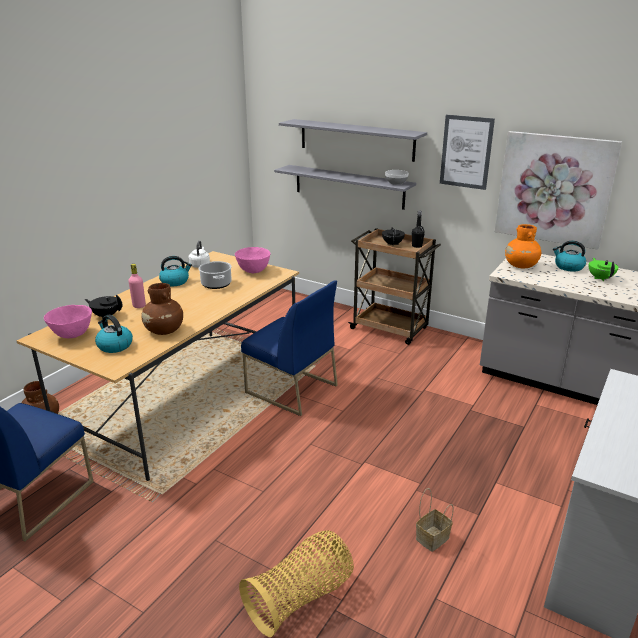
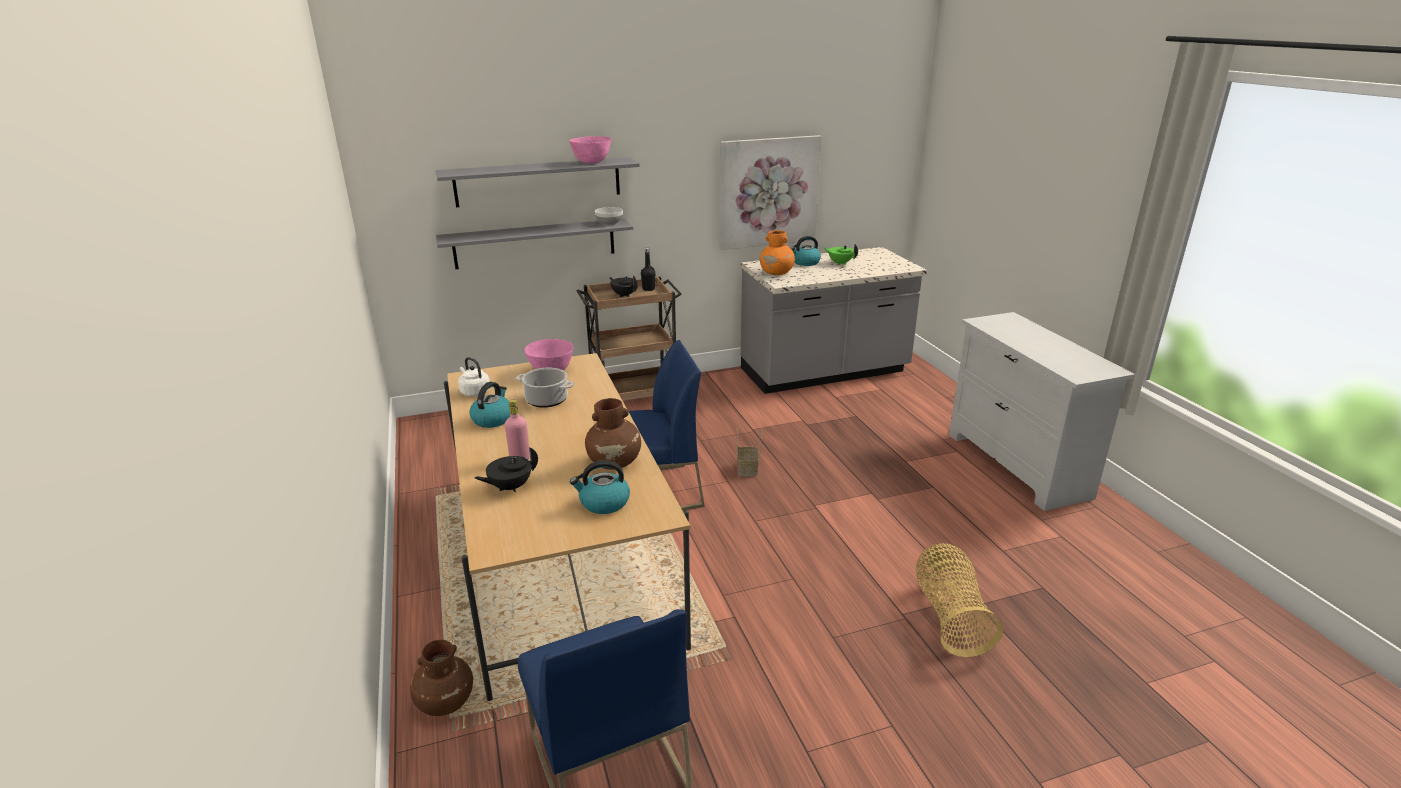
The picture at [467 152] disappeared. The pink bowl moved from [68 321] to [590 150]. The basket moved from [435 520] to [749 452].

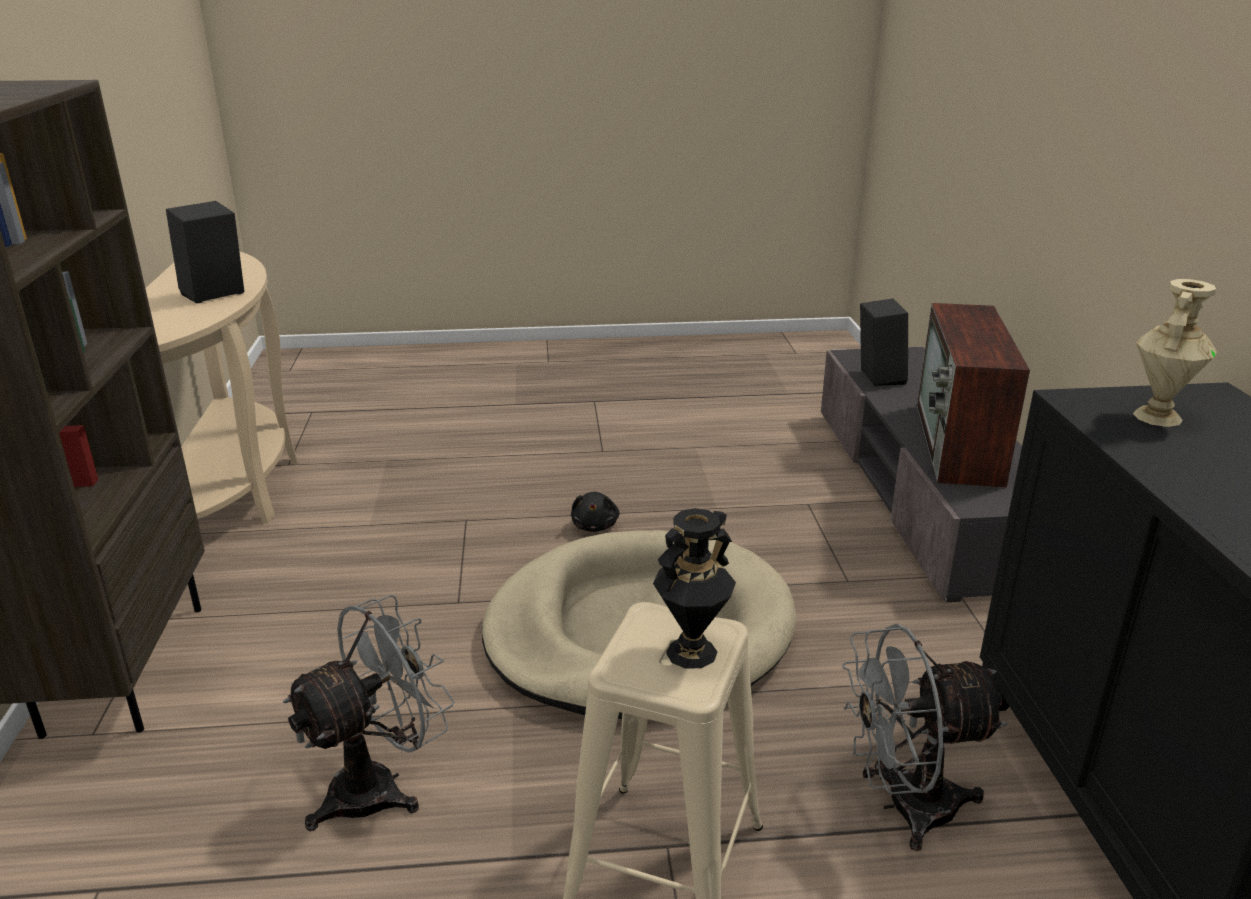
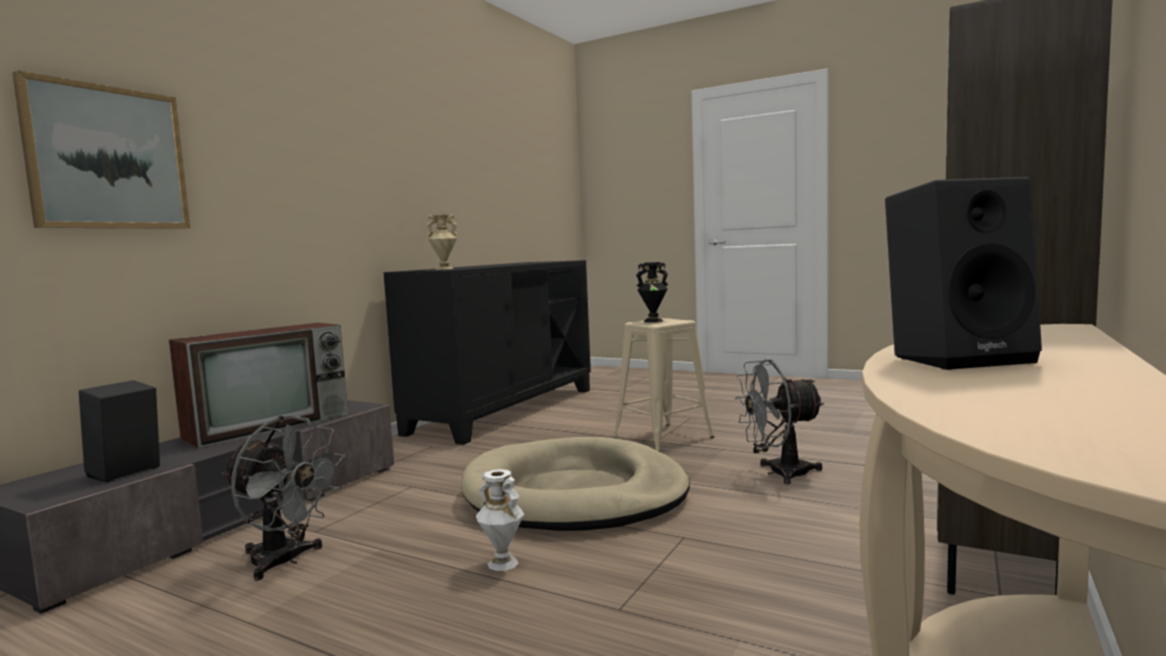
The picture at [101 150] appeared. The grey fan moved from [925 737] to [283 497]. The black plush toy at [595 512] was replaced by the white vase at [500 520].

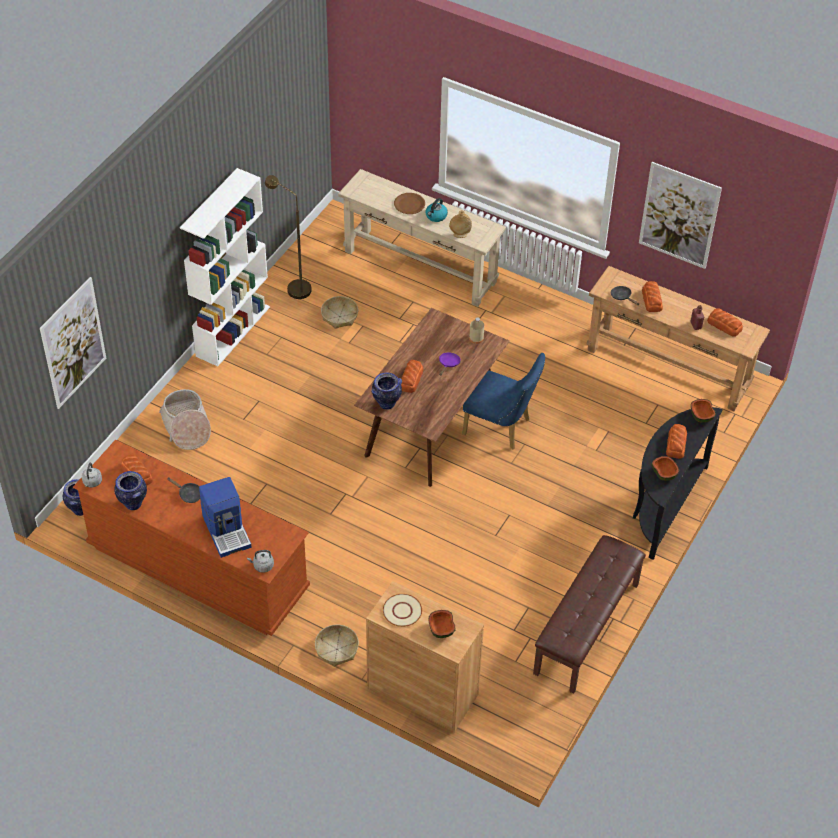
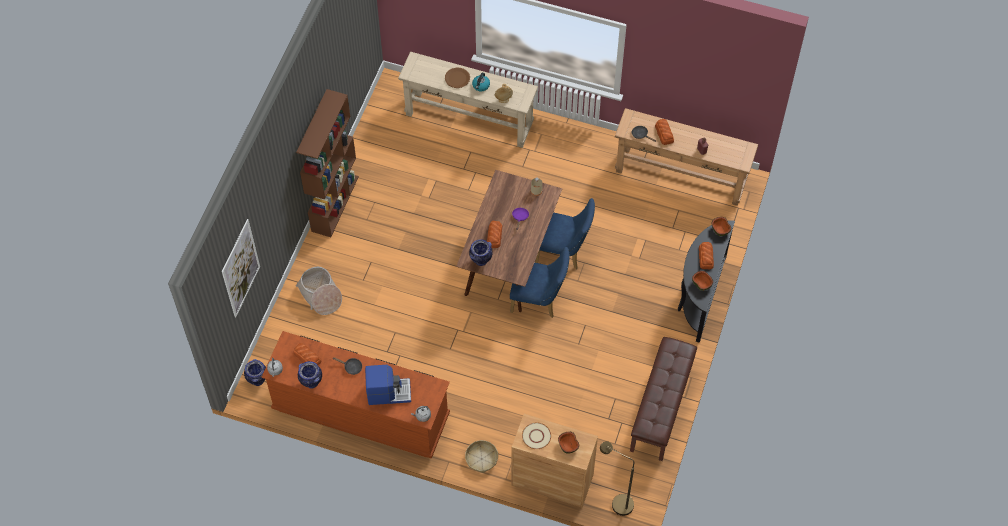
The basket at [339 312] disappeared. The picture at [680 215] disappeared. The bread at [725 322] disappeared. The blue chair at [540 282] appeared. The brown floor lamp moved from [288 237] to [617 478]. The white bookcase at [225 267] became the brown bookcase at [327 163]. The coffee machine at [225 517] turned 60 degrees counterclockwise.

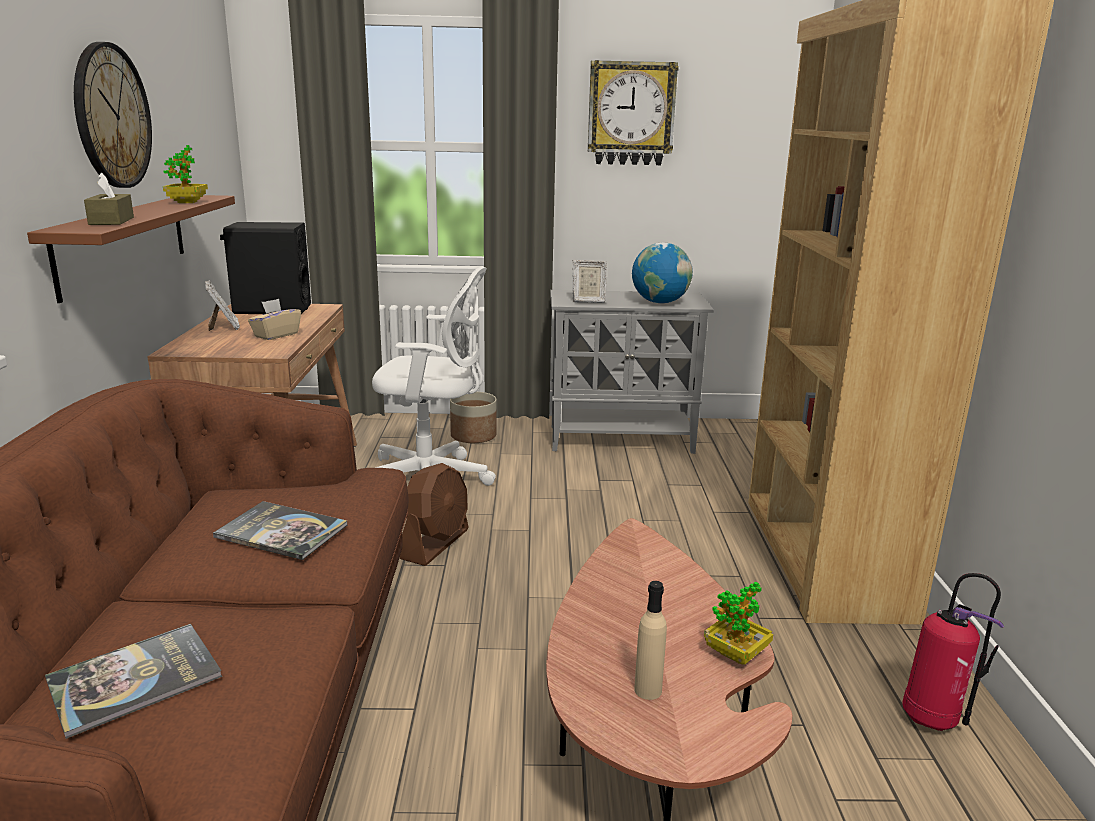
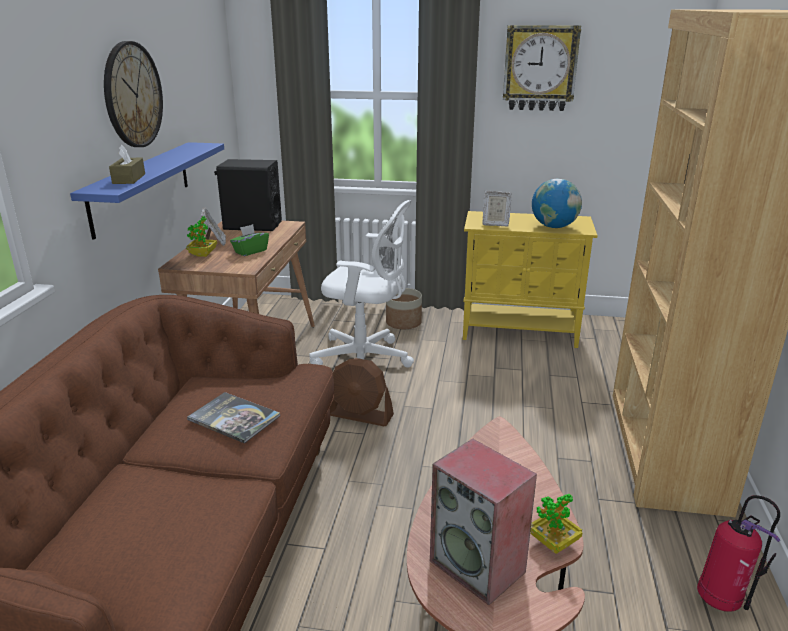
The book at [133 681] disappeared. The potted plant moved from [185 174] to [201 236]. The beige bottle at [650 640] was replaced by the speaker at [483 522]. The brown shelf at [131 249] became the blue shelf at [147 191]. The beige tissue box at [274 319] became the green tissue box at [249 240]. The grey cabinet at [632 372] became the yellow cabinet at [530 279]. The brown fan at [434 514] turned 75 degrees clockwise.

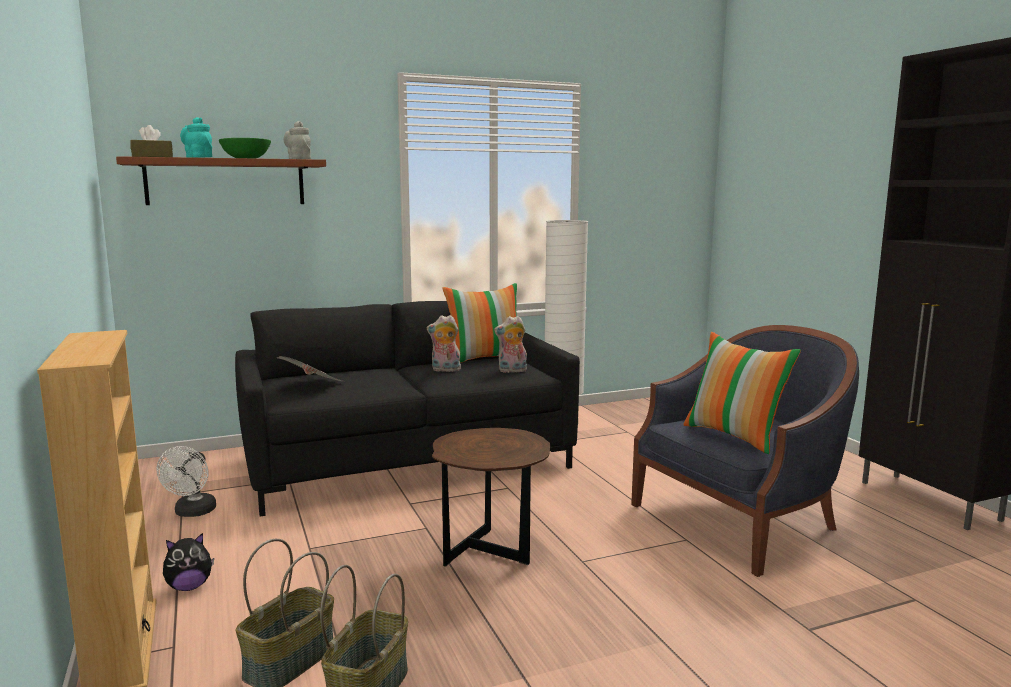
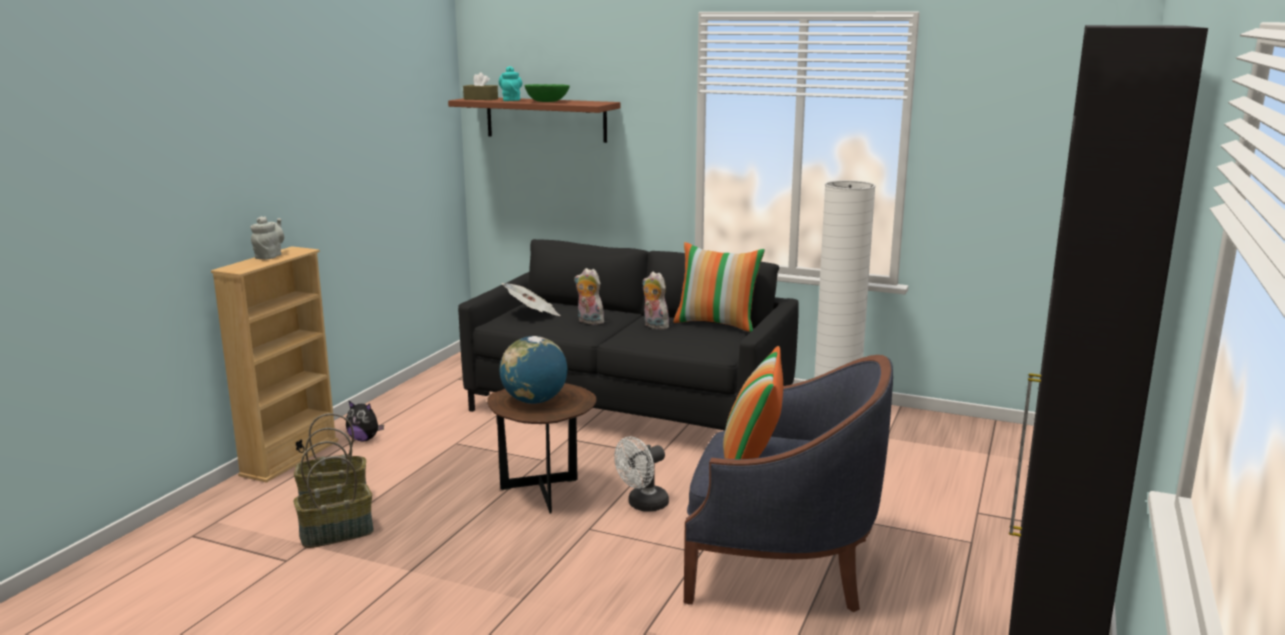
The globe at [533 370] appeared. The white fan moved from [186 481] to [641 474]. The grey teapot moved from [297 140] to [267 237]. The plush toy moved from [510 344] to [589 296].

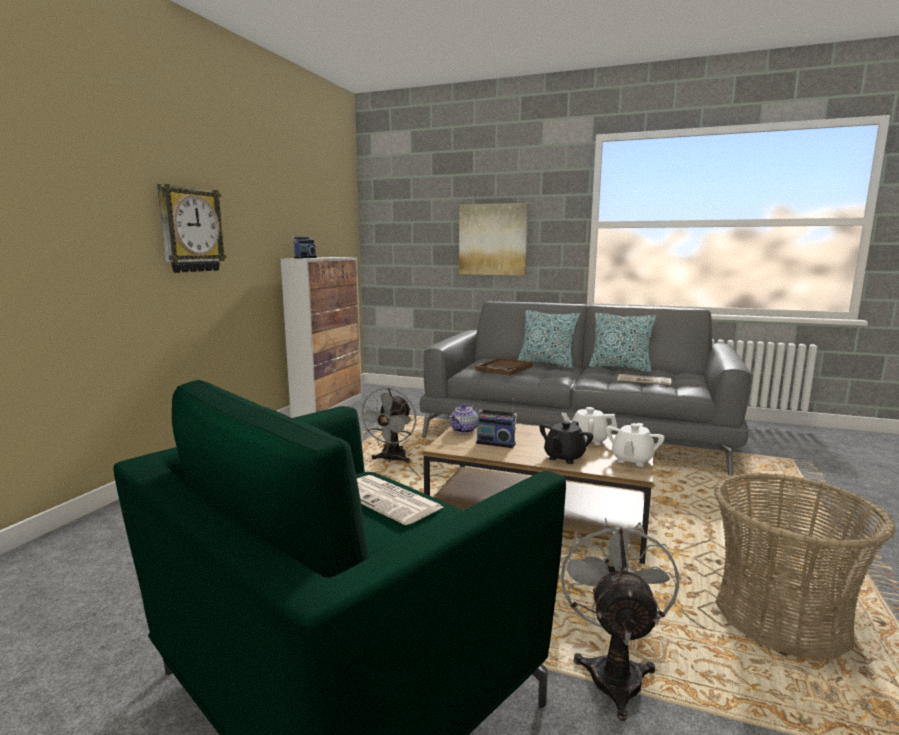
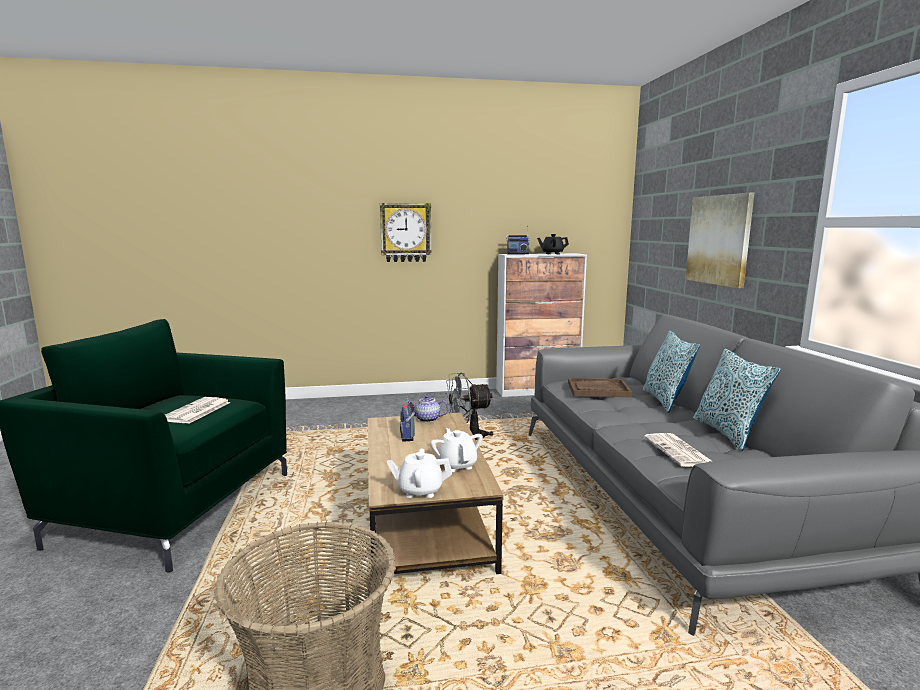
The grey fan at [620 619] disappeared. The black teapot moved from [566 442] to [553 244].

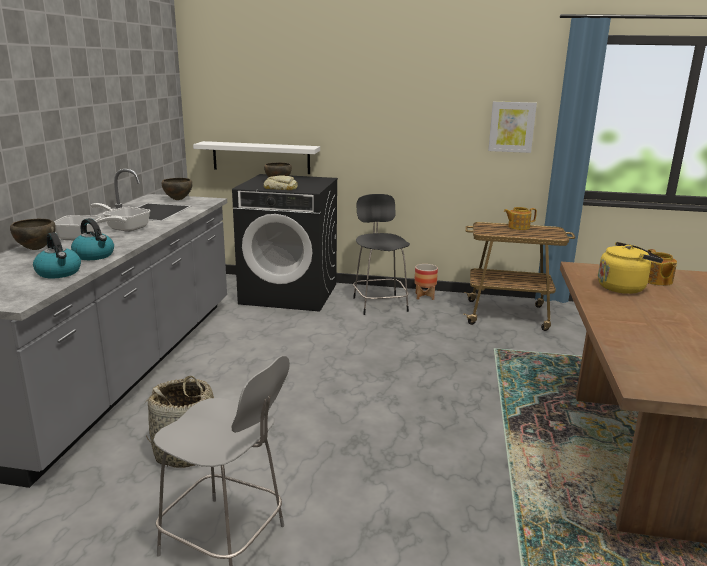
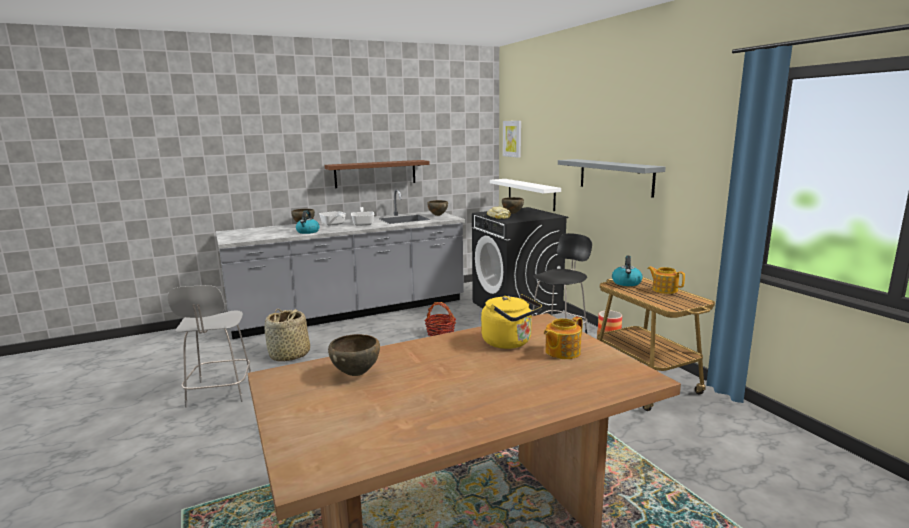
The brown shelf at [377 174] appeared. The brown bowl at [354 355] appeared. The basket at [440 319] appeared. The grey shelf at [612 178] appeared. The kettle moved from [57 255] to [627 271]. The picture moved from [512 127] to [512 139].

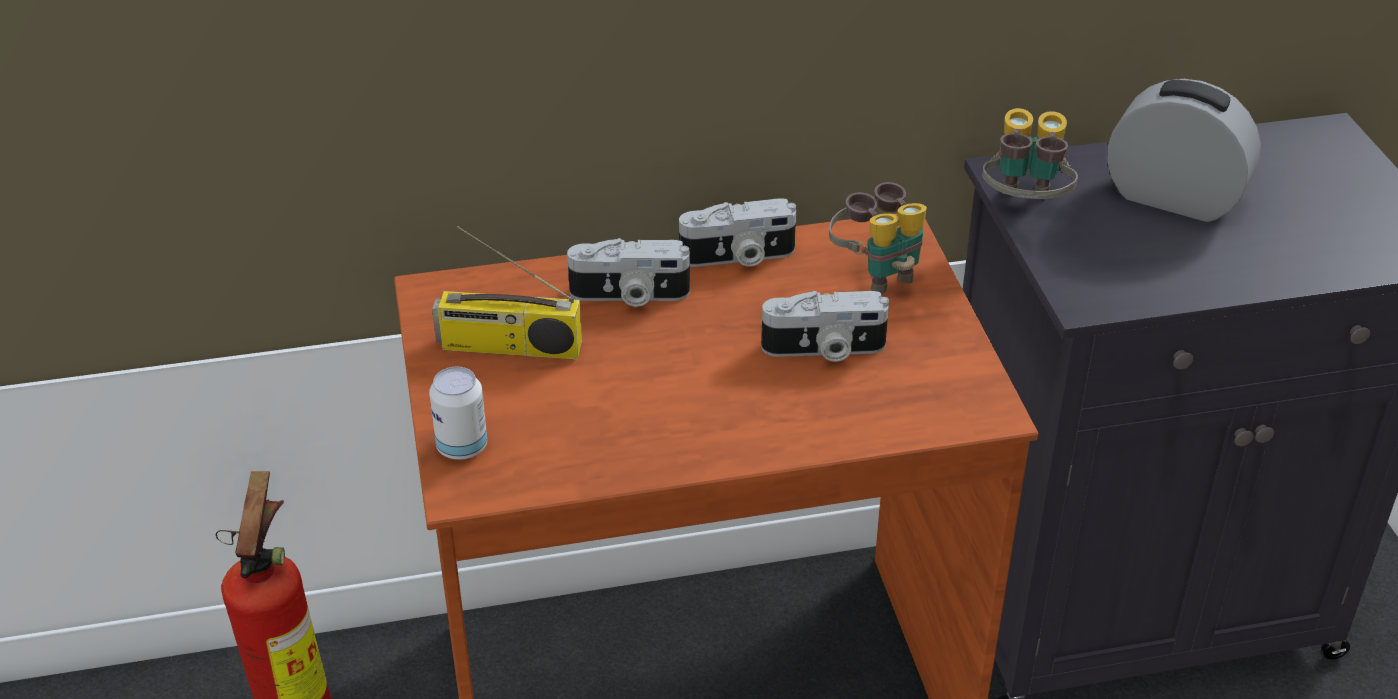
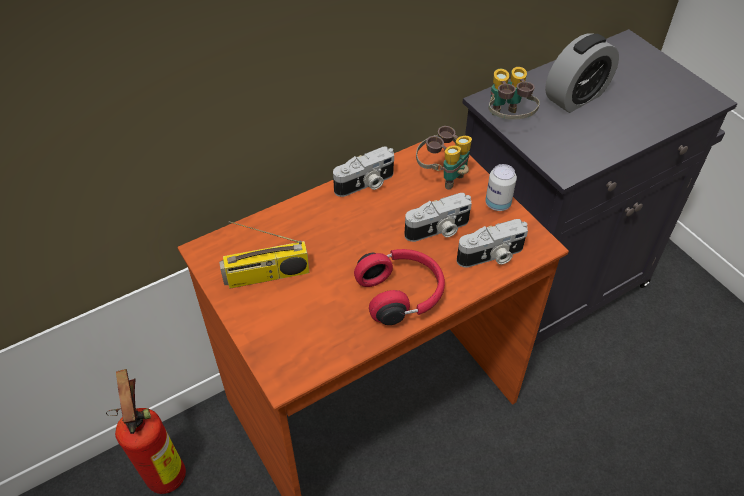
The red headphones at [399 287] appeared. The can moved from [458 413] to [501 187]. The photo camera moved from [628 272] to [492 243]. The alarm clock at [1184 150] turned 135 degrees clockwise.

